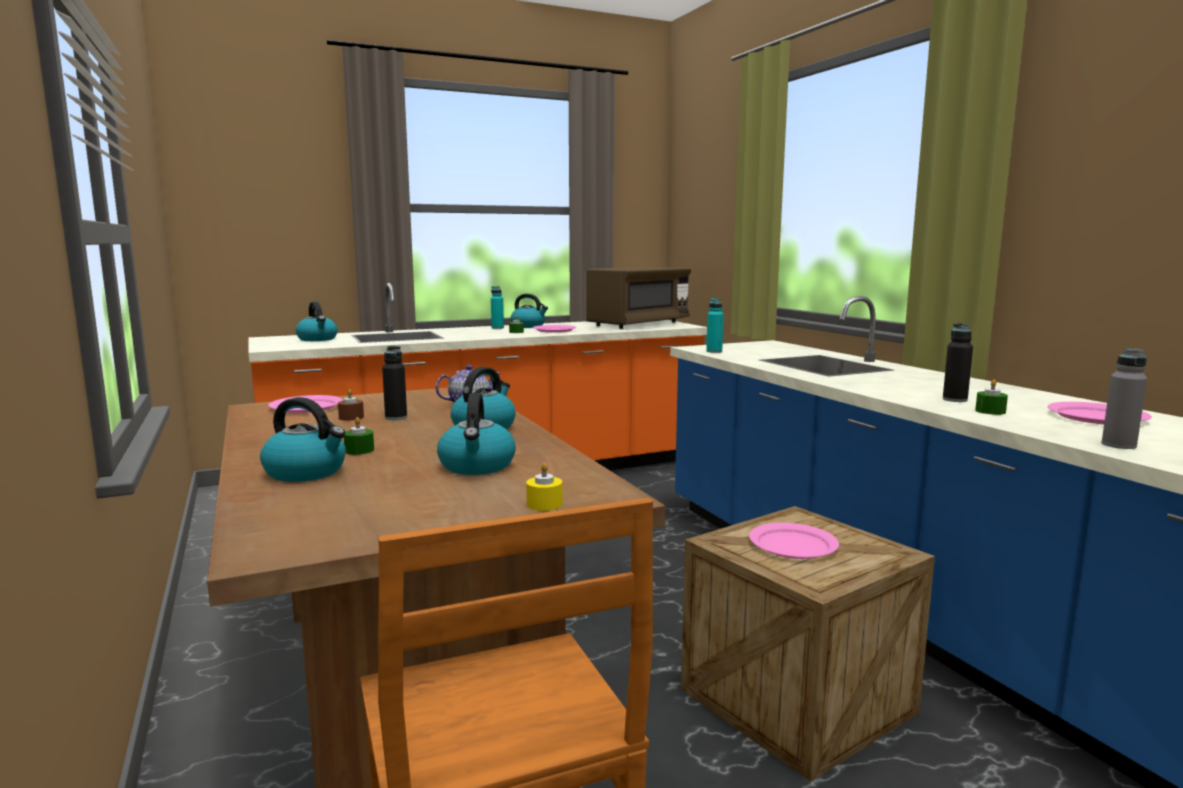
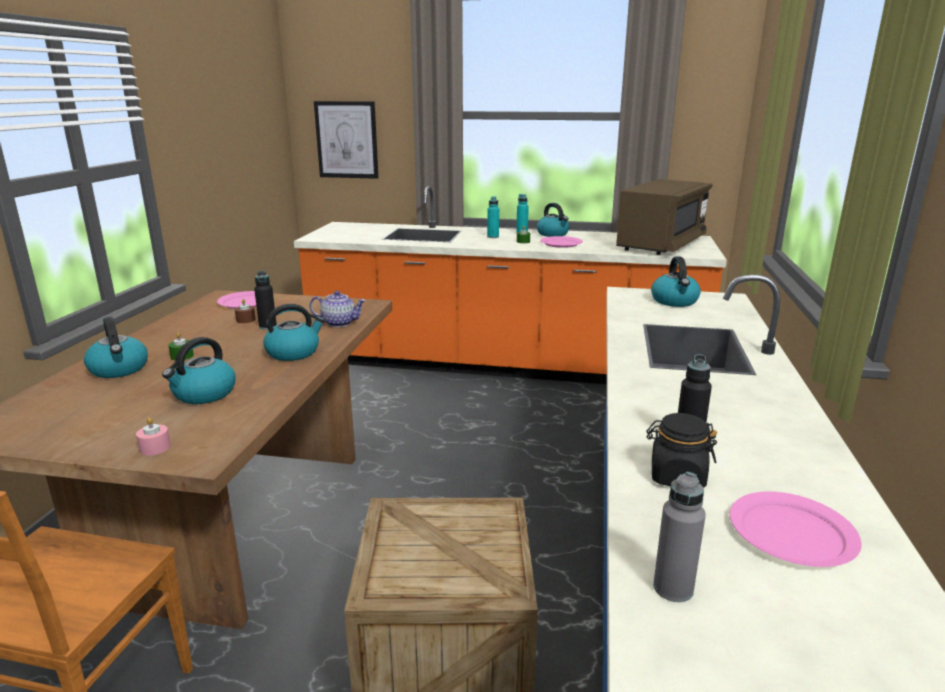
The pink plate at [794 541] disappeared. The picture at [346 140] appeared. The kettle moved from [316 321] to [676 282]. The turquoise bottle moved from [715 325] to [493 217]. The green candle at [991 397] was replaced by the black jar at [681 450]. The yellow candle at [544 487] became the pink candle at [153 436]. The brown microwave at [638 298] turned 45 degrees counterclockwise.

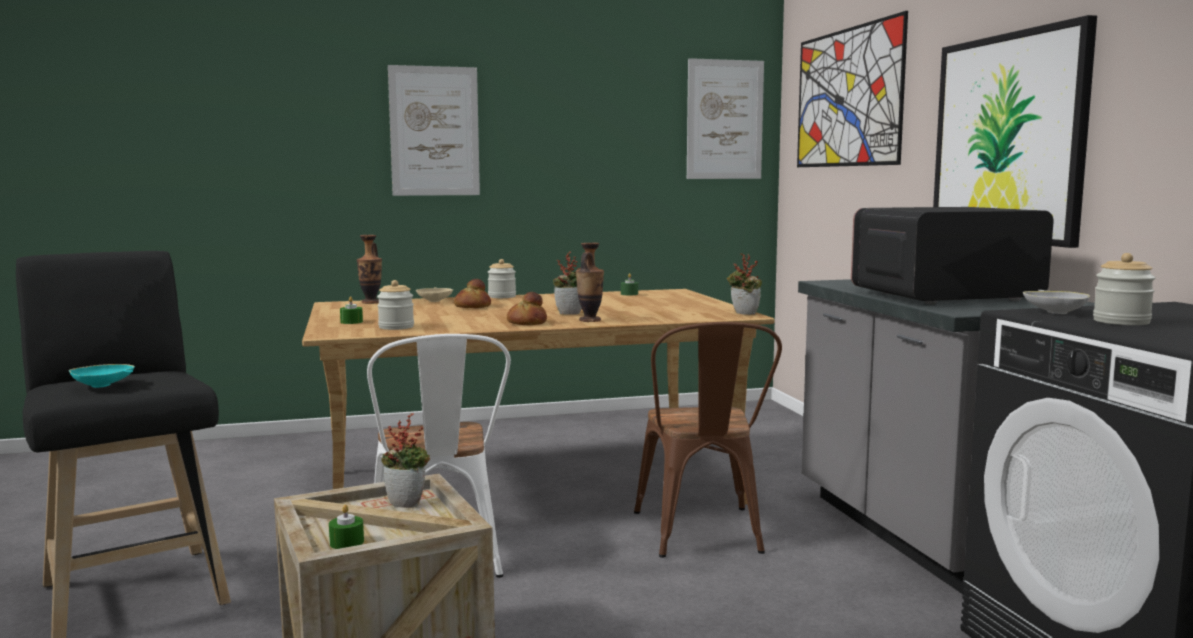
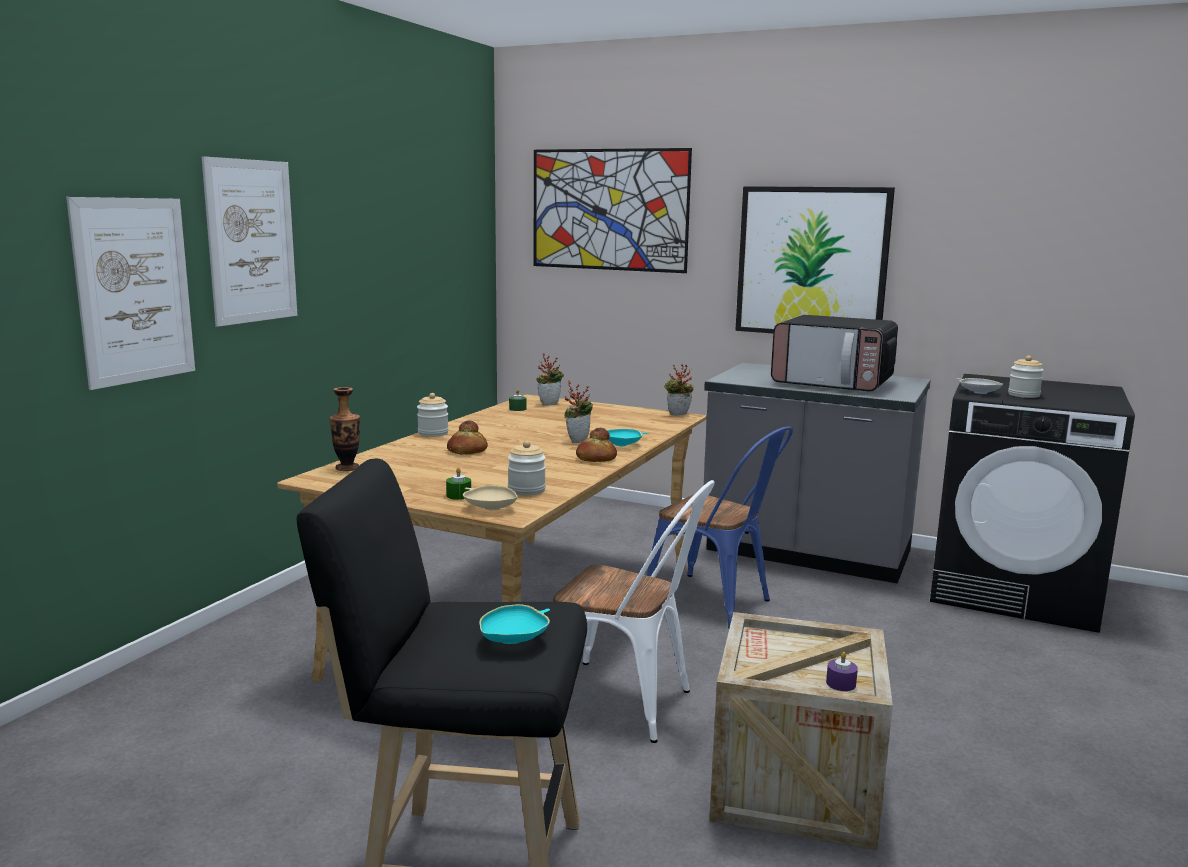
The potted plant moved from [405 460] to [550 379]. The beige bowl moved from [434 294] to [490 497]. The picture moved from [725 118] to [130 293]. The vase at [590 282] was replaced by the turquoise bowl at [627 437]. The green candle at [346 527] became the purple candle at [842 671]. The brown chair at [708 440] became the blue chair at [720 527]. The microwave at [952 255] turned 90 degrees counterclockwise.

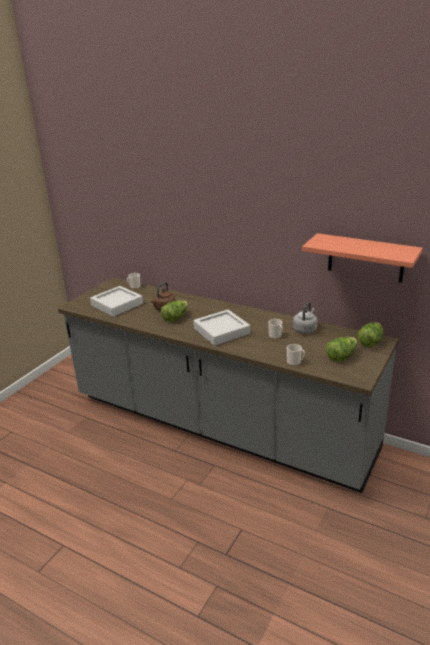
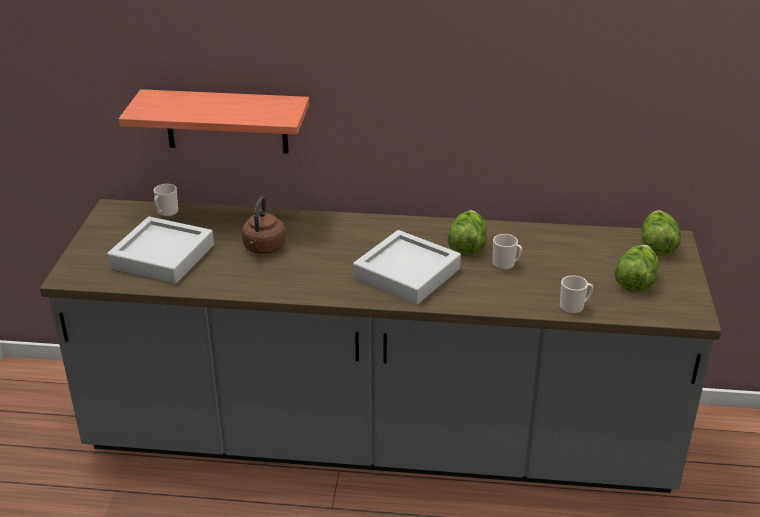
The grey kettle at [305 318] disappeared. The lettuce moved from [174 311] to [467 233]. The shelf moved from [362 258] to [213 121].

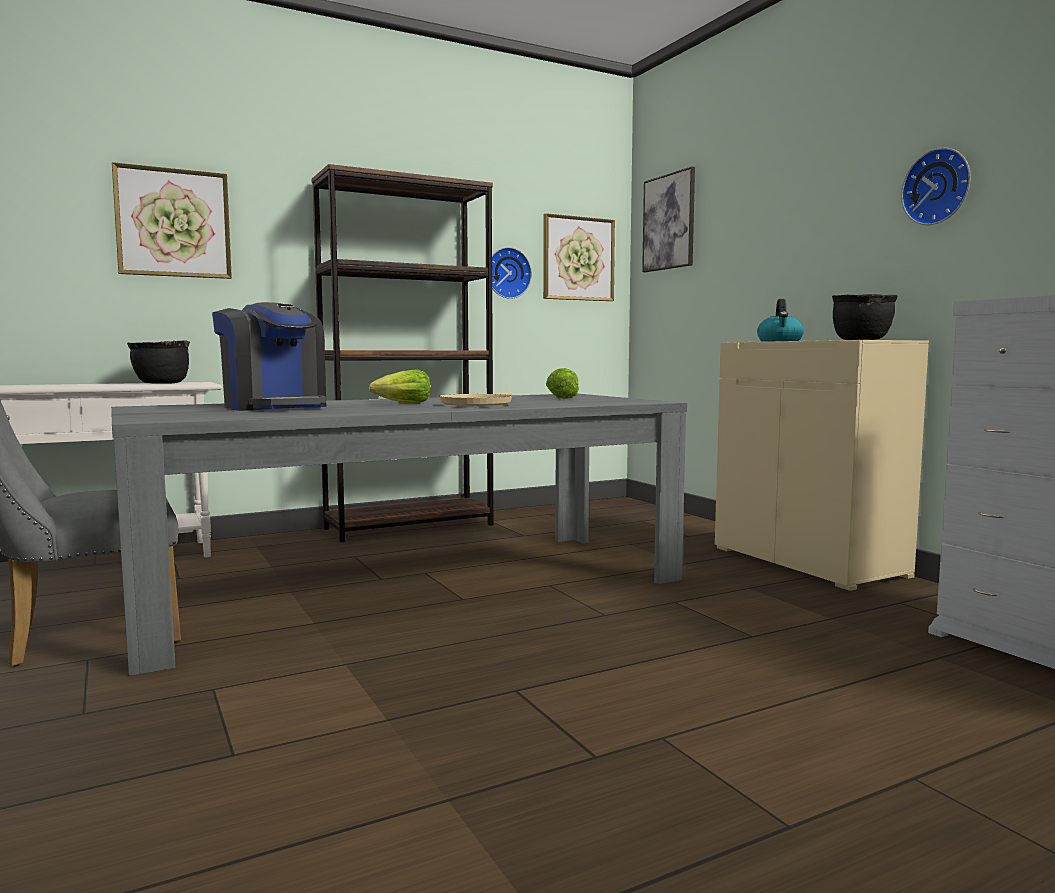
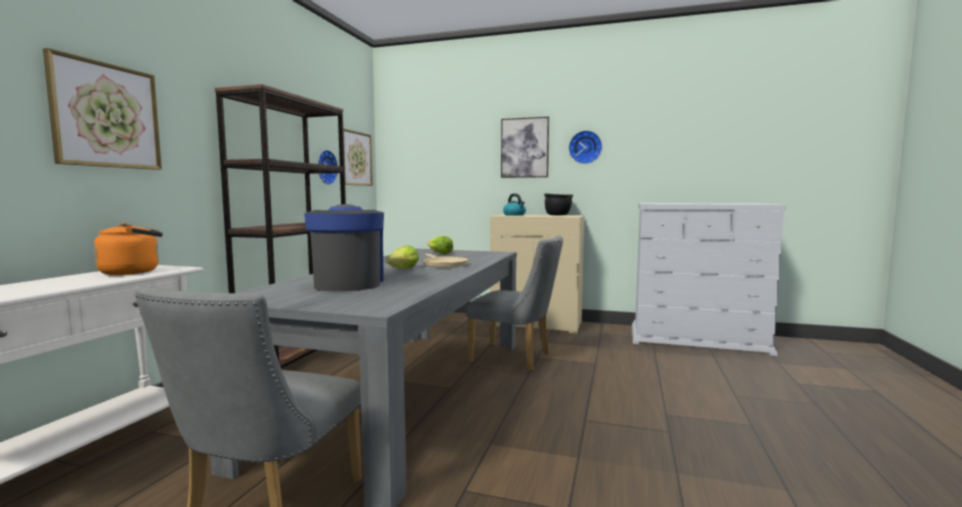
The grey chair at [514 303] appeared. The picture moved from [668 219] to [525 147]. The black cooking pot at [158 362] was replaced by the orange kettle at [128 249]. The coffee machine at [269 356] turned 105 degrees counterclockwise.

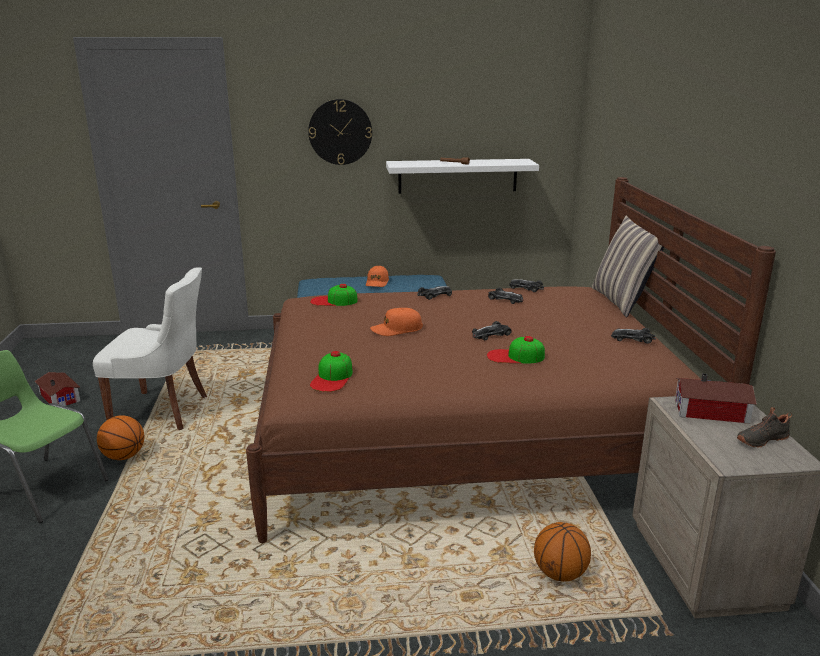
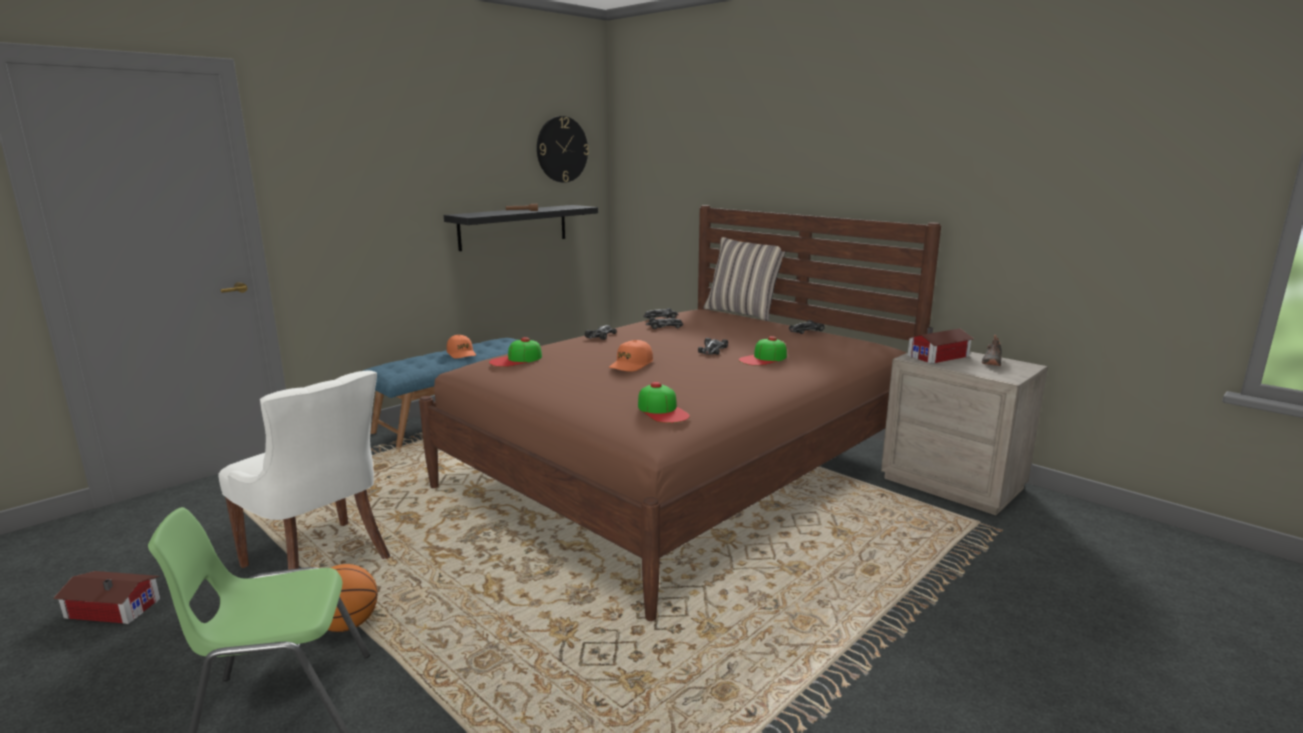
The basketball at [562 552] disappeared. The wall clock moved from [340 132] to [563 149]. The white shelf at [462 176] became the black shelf at [521 228]. The white chair at [150 348] turned 75 degrees clockwise.

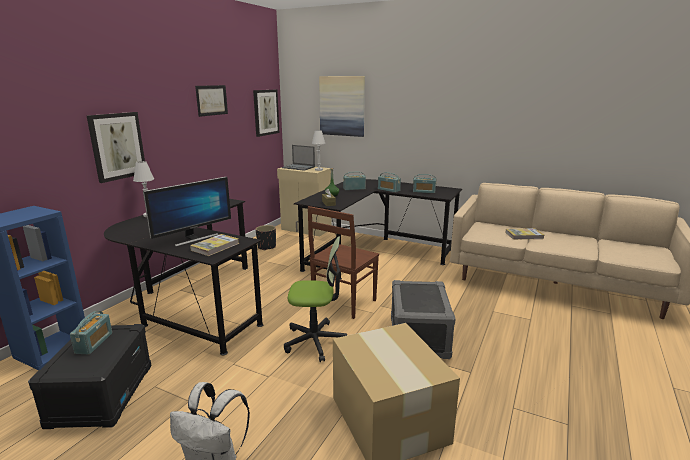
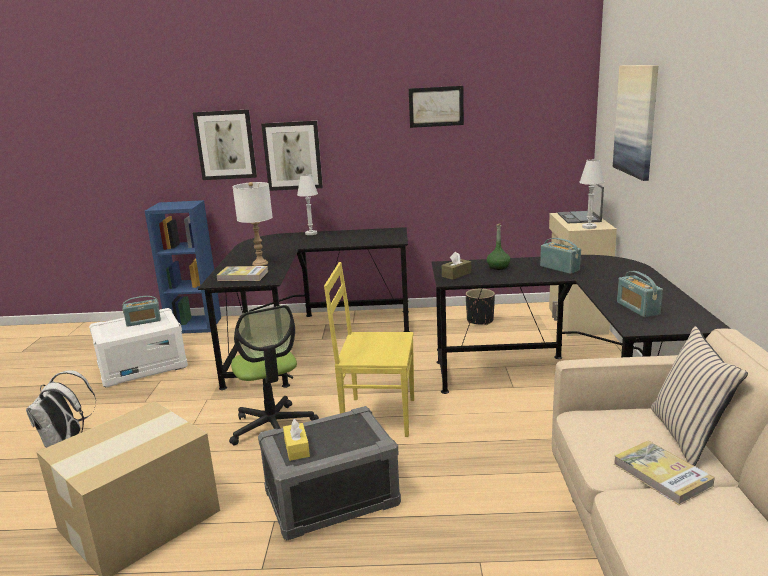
The radio at [389 182] disappeared. The yellow tissue box at [296 440] appeared. The beige pillow at [699 396] appeared. The picture moved from [266 113] to [225 144]. The monitor at [187 212] was replaced by the white table lamp at [252 224]. The black storage box at [90 376] became the white storage box at [138 347]. The brown chair at [343 262] became the yellow chair at [369 349].

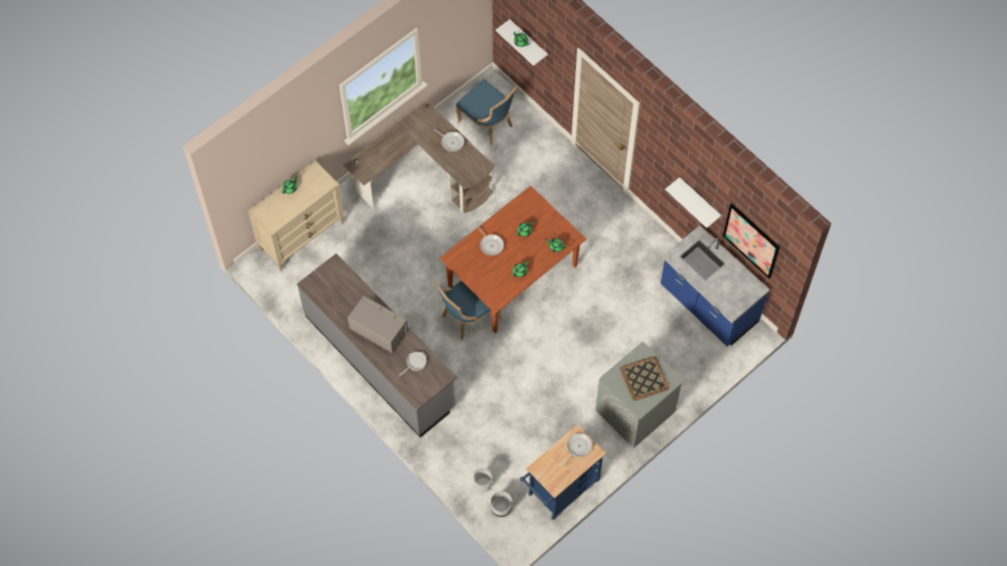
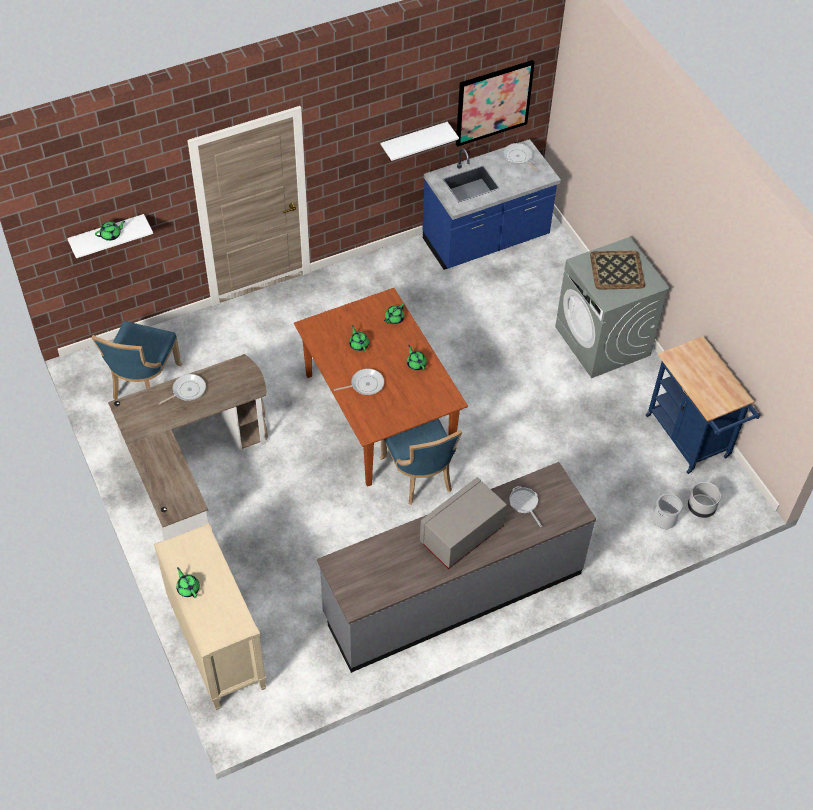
The frying pan moved from [578 449] to [521 157]. The blue chair at [486 112] turned 135 degrees clockwise.

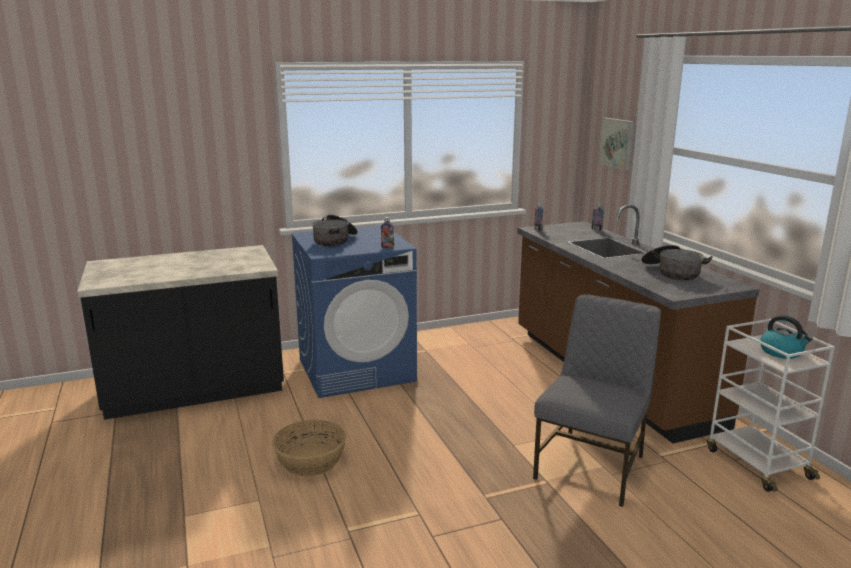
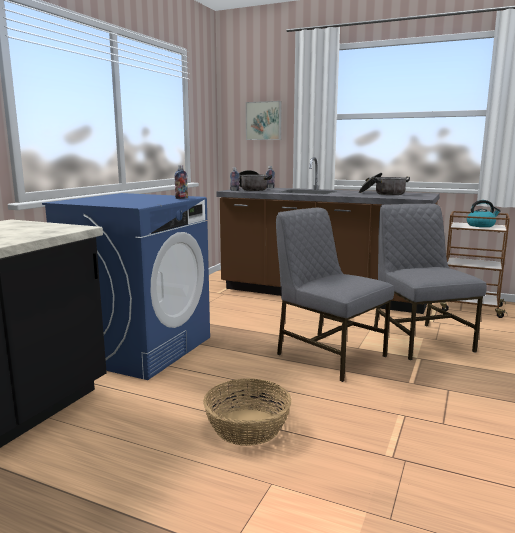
The grey chair at [335 295] appeared. The cooking pot moved from [335 230] to [255 180]. The white cart at [771 405] became the brown cart at [475 264].

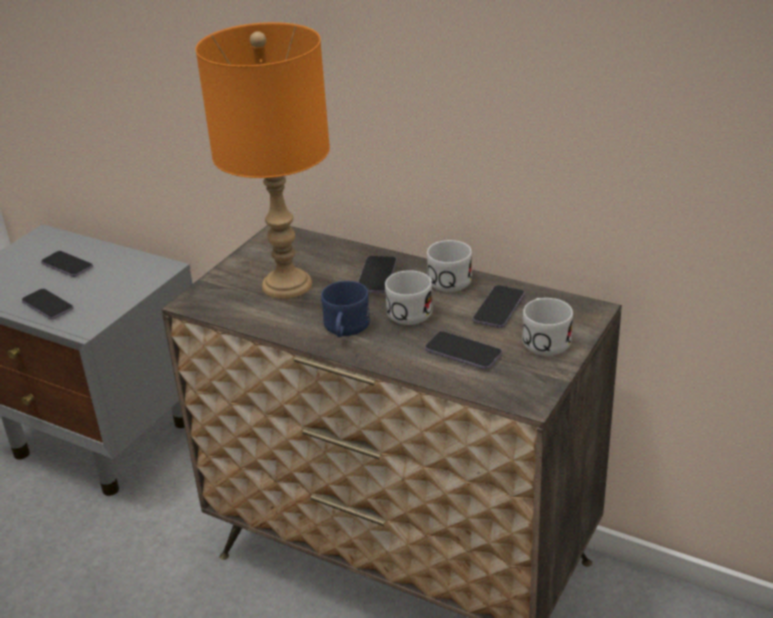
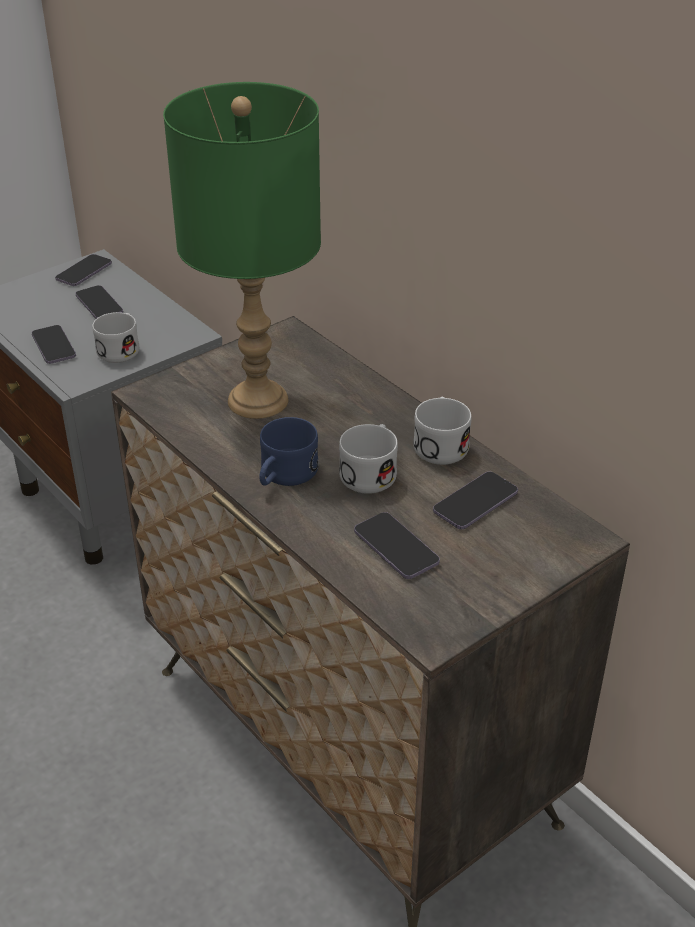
The phone moved from [377 274] to [83 270]. The white mug moved from [547 327] to [115 337]. The orange table lamp at [263 160] became the green table lamp at [242 250].

